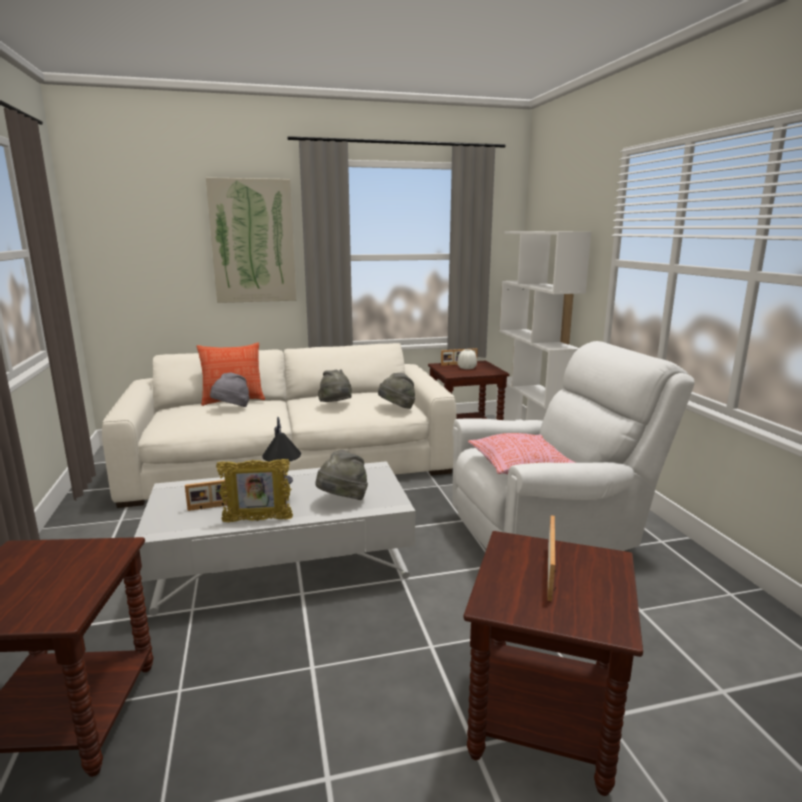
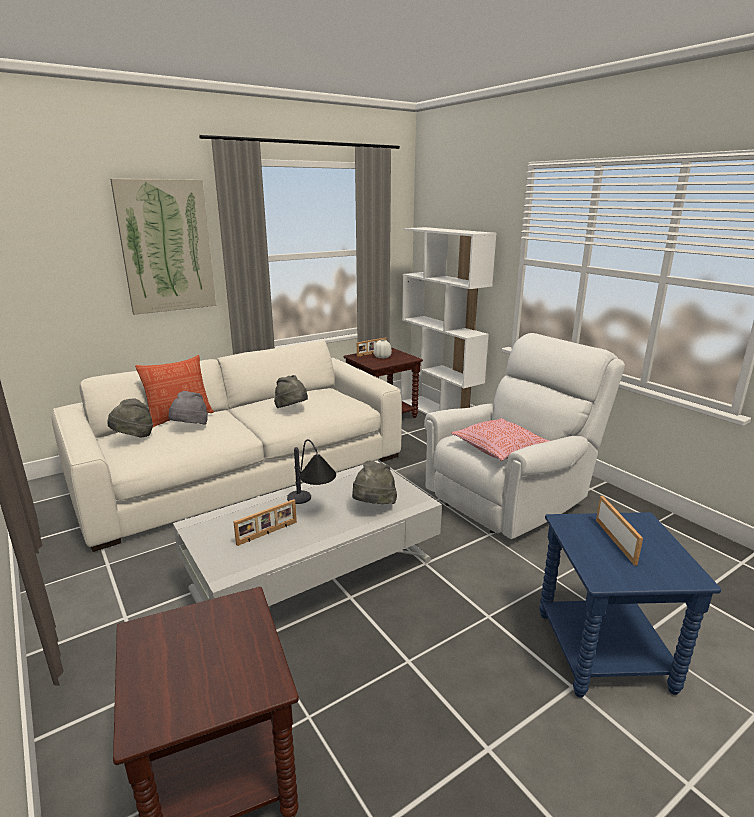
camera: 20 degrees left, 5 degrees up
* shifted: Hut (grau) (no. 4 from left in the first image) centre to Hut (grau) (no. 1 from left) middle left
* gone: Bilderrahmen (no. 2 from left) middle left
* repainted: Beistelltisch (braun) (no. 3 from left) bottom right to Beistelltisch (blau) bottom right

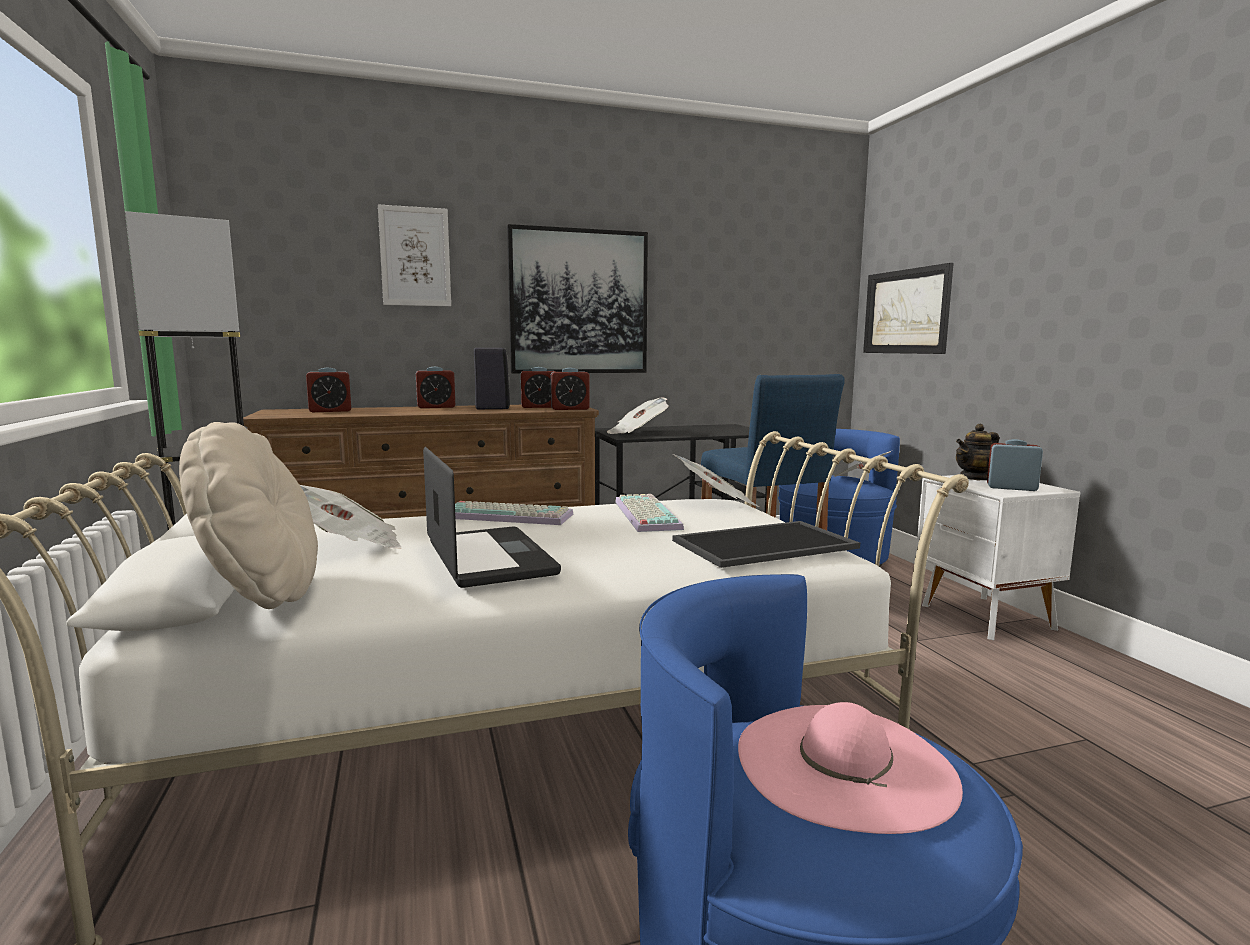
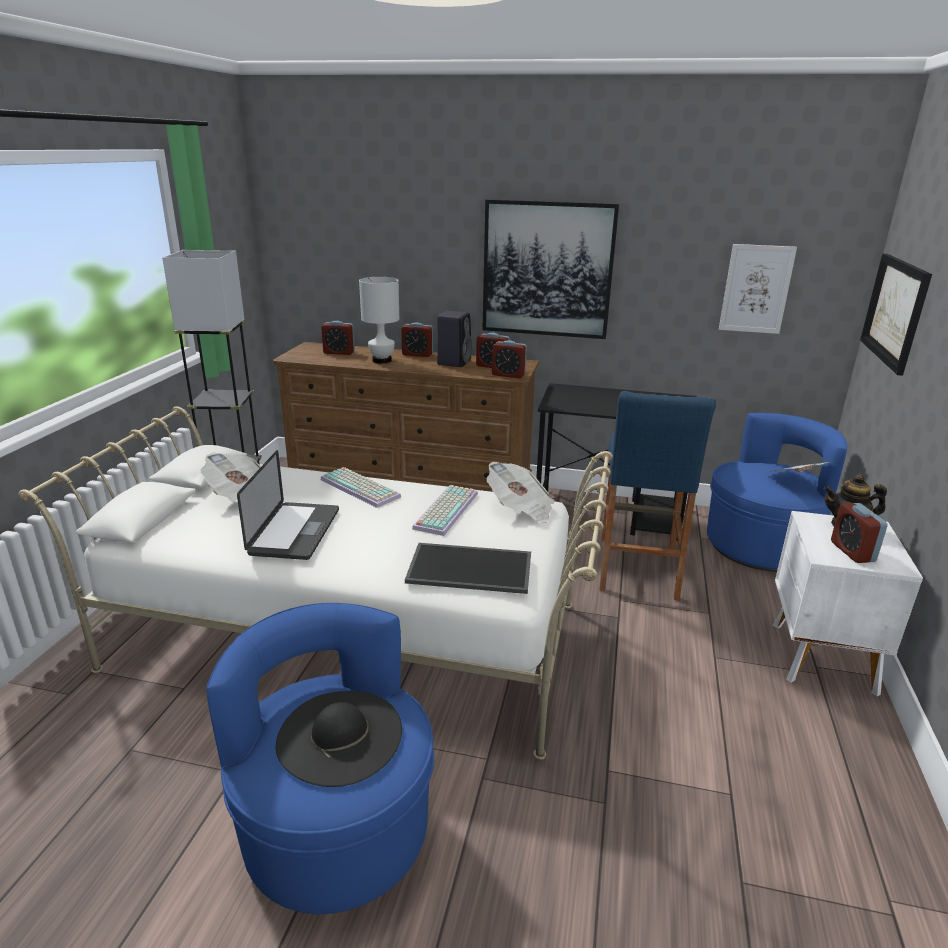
camera: 30 degrees right, 15 degrees up
* shifted: Bild (no. 1 from left in the first image) top left to Bild (no. 2 from left) top right
* gone: Zeitung (no. 2 from left) centre
* gone: Kissen (beige) middle left
* rotated: Wecker (no. 5 from left) middle right = middle right 150 degrees counterclockwise
* repainted: Hut (rosa) bottom right to Hut (schwarz) bottom centre
* new: Tischlampe (weiß) centre

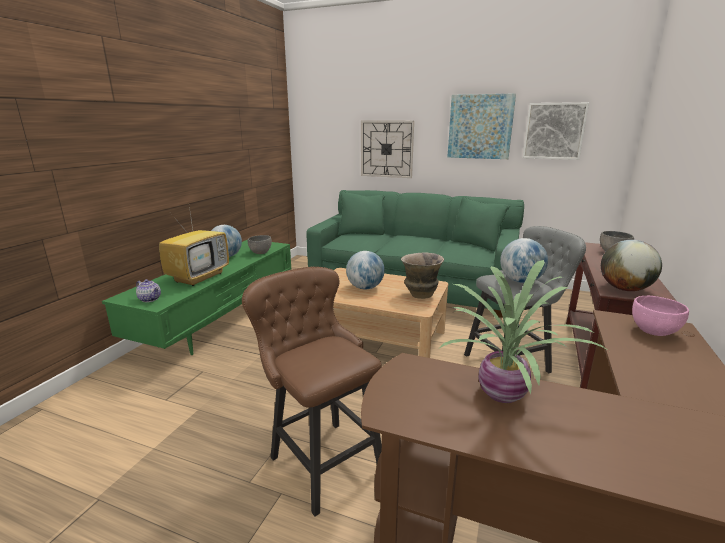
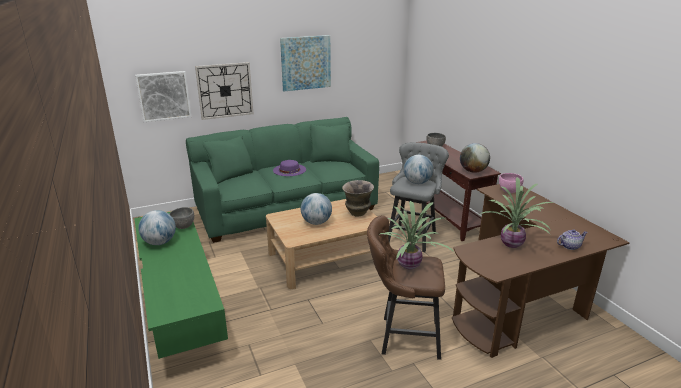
camera: 45 degrees left, 5 degrees up
* shifted: Bild (no. 2 from left in the first image) top right to Bild (no. 1 from left) top left
* gone: Fernseher middle left
* shifted: Teekanne middle left to middle right
* new: Hut (lila) centre
* new: Topfpflanze (no. 1 from left) centre

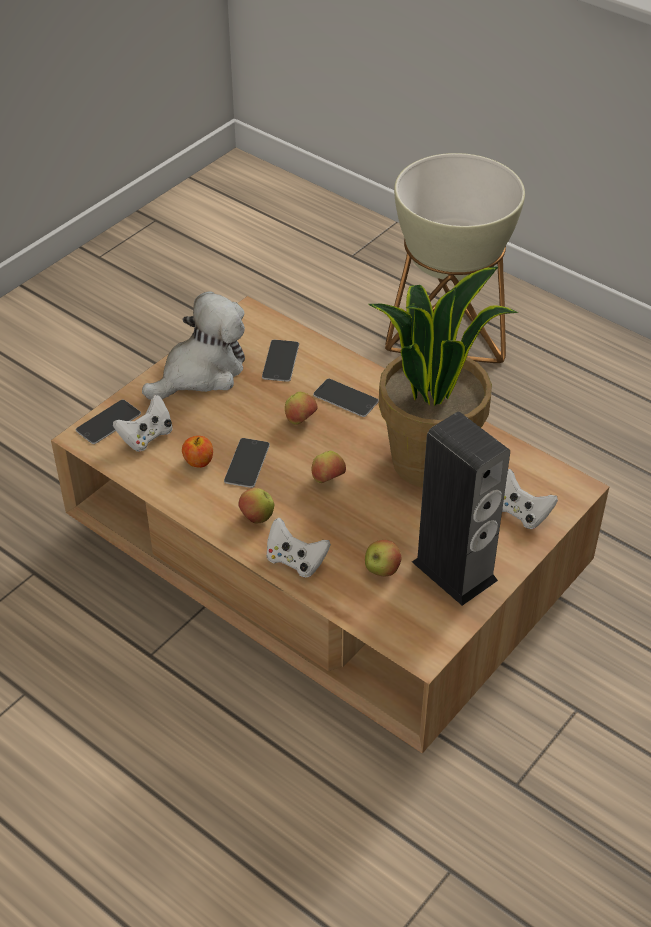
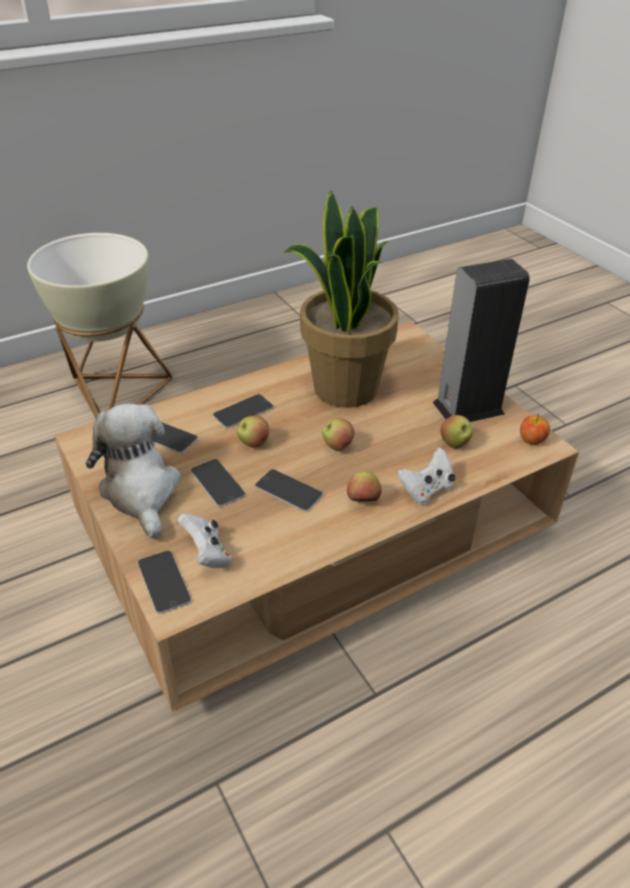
camera: 70 degrees left, 5 degrees down
* shifted: Apfel (no. 1 from left in the first image) middle left to Apfel (no. 5 from left) middle right
* gone: Gamepad (weiß) (no. 3 from left) middle right
* new: Handy (no. 3 from left) centre

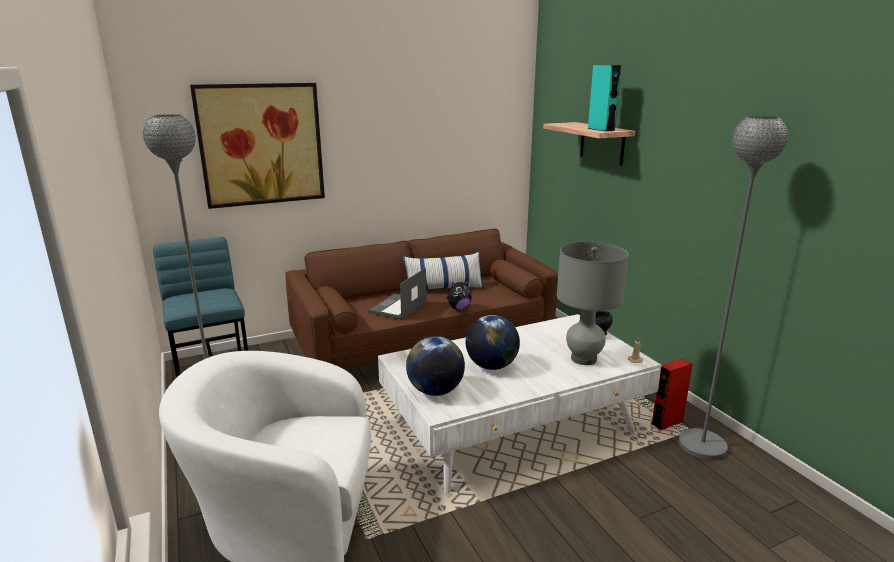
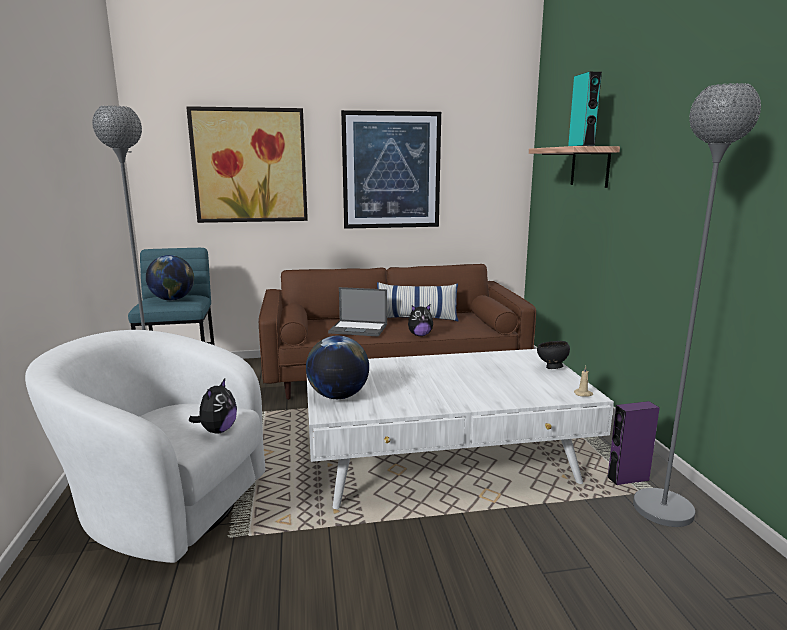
camera: 15 degrees right, 5 degrees down
* gone: Tischlampe (grau) centre
* rotated: Laptop centre = centre 120 degrees counterclockwise
* shifted: Globus (no. 2 from left in the first image) centre to Globus (no. 1 from left) middle left
* repainted: Lautsprecher (rot) bottom right to Lautsprecher (lila) bottom right
* new: Bild (no. 2 from left) top centre
* new: Plüschtier (no. 1 from left) middle left

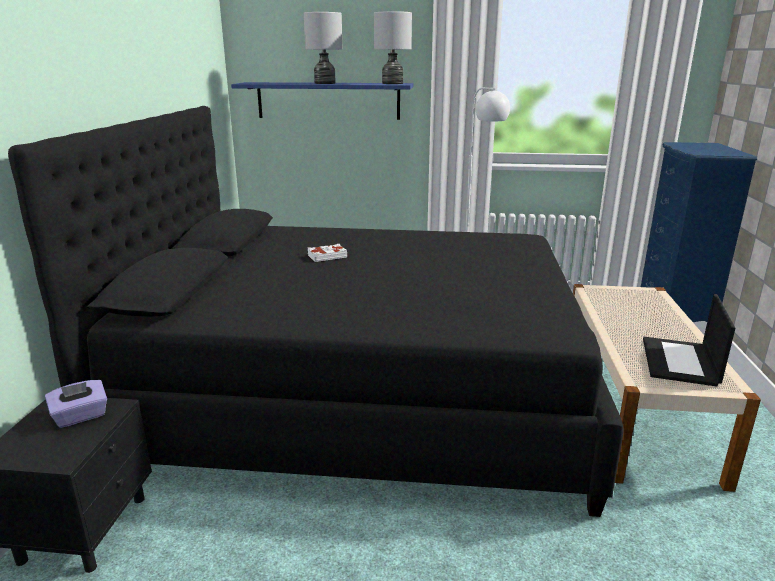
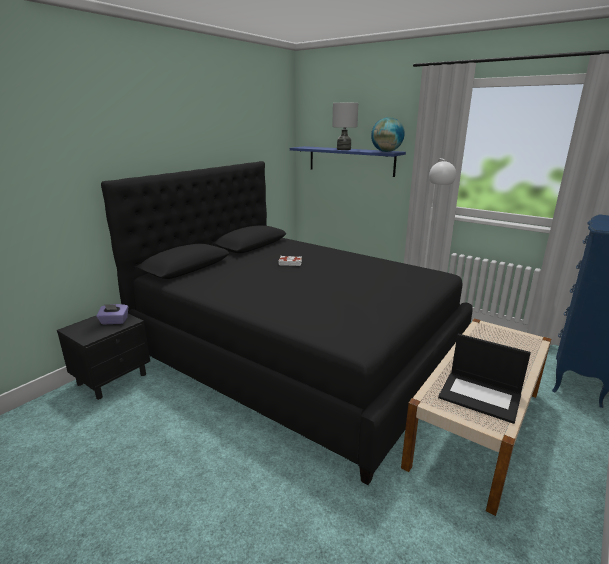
camera: 30 degrees right, 0 degrees up
* swapped: Tischlampe (grau) (no. 2 from left) top centre to Globus top centre
* rotated: Laptop middle right = bottom right 105 degrees counterclockwise

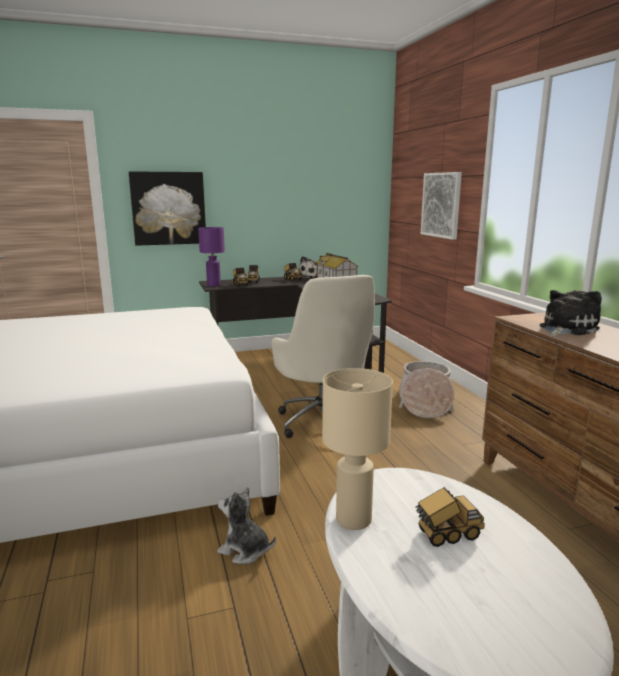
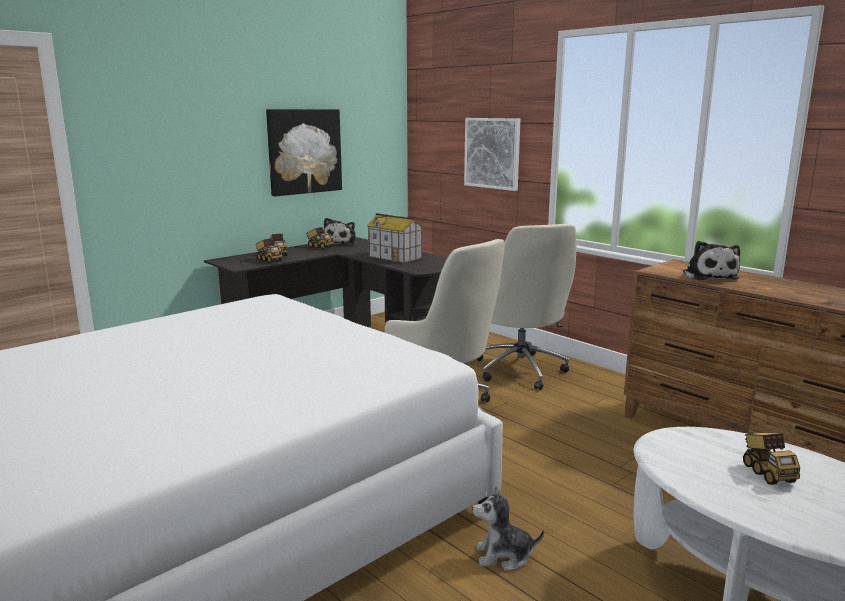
camera: 25 degrees left, 0 degrees up
* shifted: Bild (no. 1 from left) top left to top centre
* gone: Tischlampe (lila) centre
* rotated: Plüschtier (no. 3 from left) middle right = middle right 150 degrees clockwise
* swapped: Korb middle right to Bürostuhl (beige) (no. 2 from left) centre
* gone: Tischlampe (beige) centre
* rotated: Spielzeuglaster (no. 4 from left) bottom right = bottom right 120 degrees clockwise

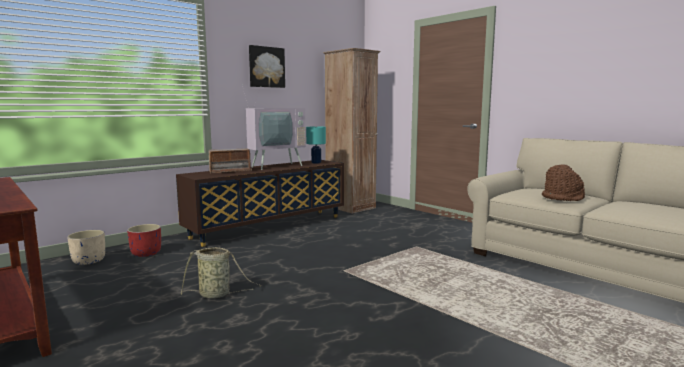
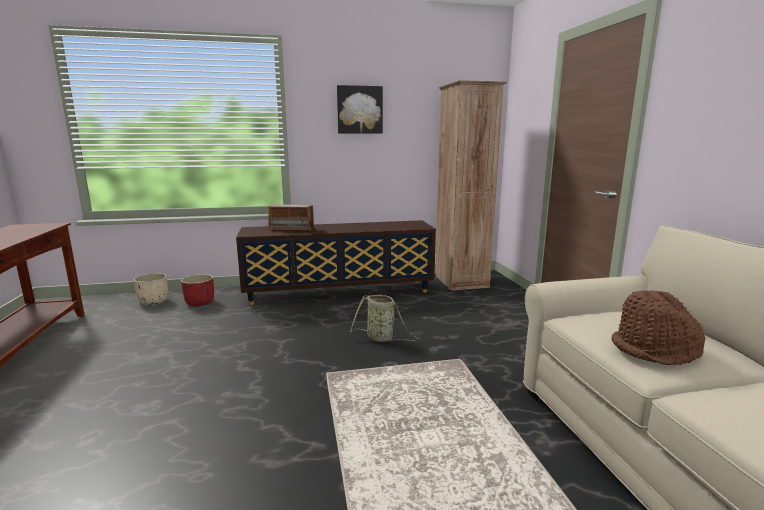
camera: 30 degrees right, 5 degrees up
* gone: Fernseher centre
* gone: Tischlampe (türkis) centre
* shifted: Korb bottom left to centre

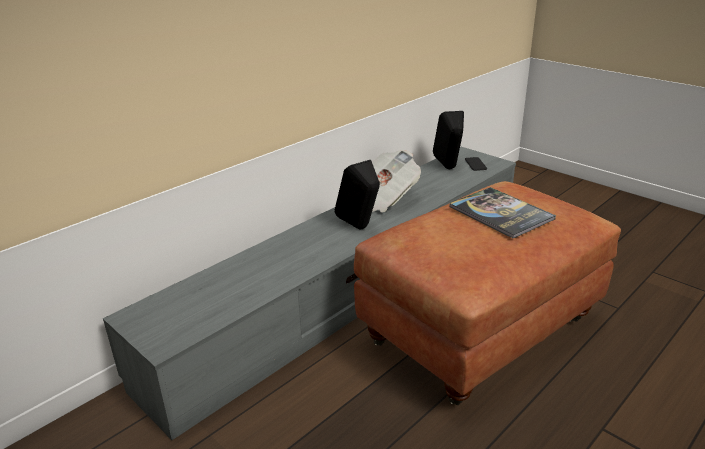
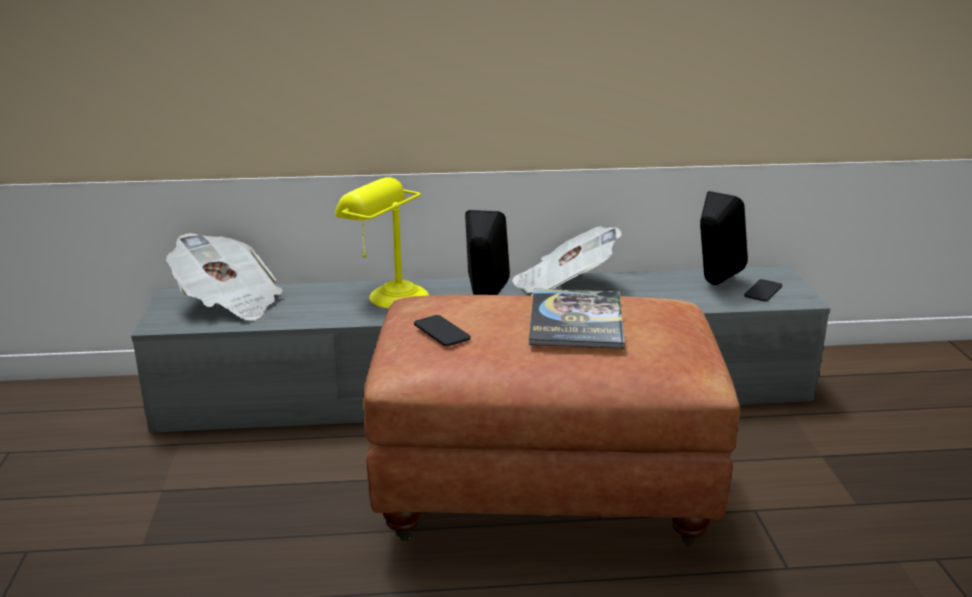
camera: 40 degrees right, 5 degrees down
* new: Tischlampe (gelb) centre
* new: Zeitung (no. 1 from left) middle left
* new: Handy (no. 1 from left) centre

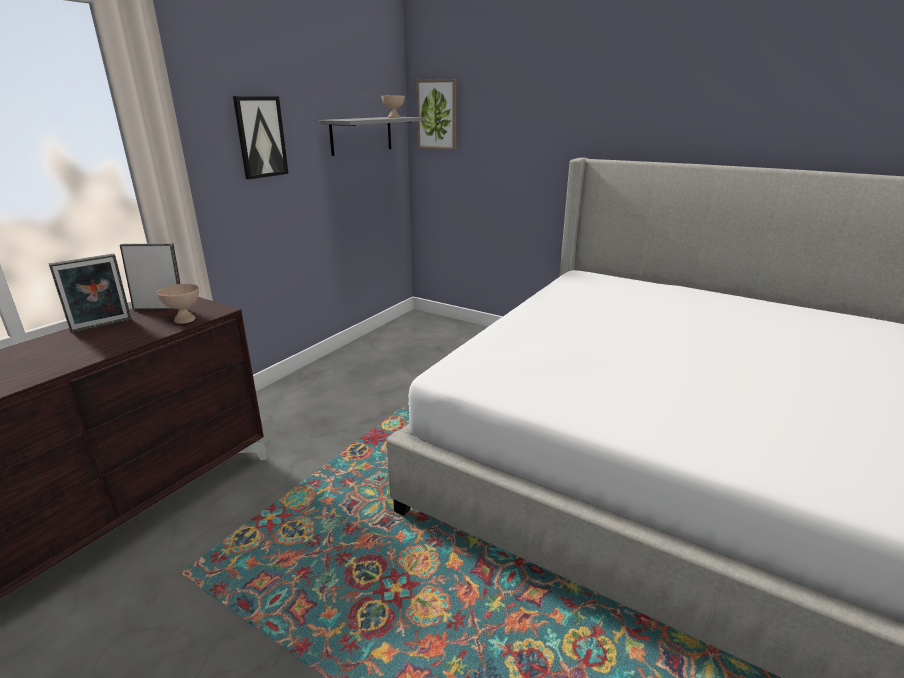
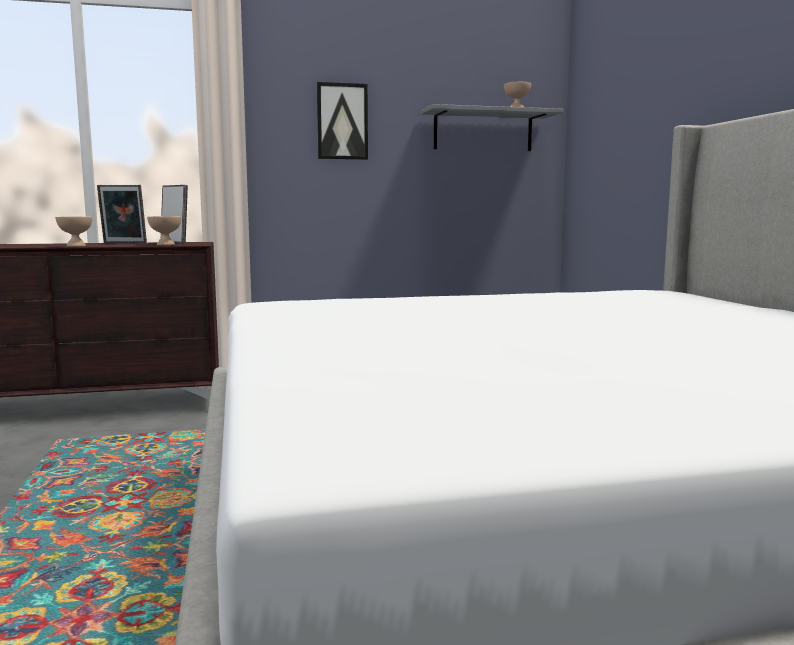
camera: 45 degrees right, 15 degrees down
* gone: Bild (no. 2 from left) top centre
* new: Schüssel (beige) (no. 1 from left) middle left

